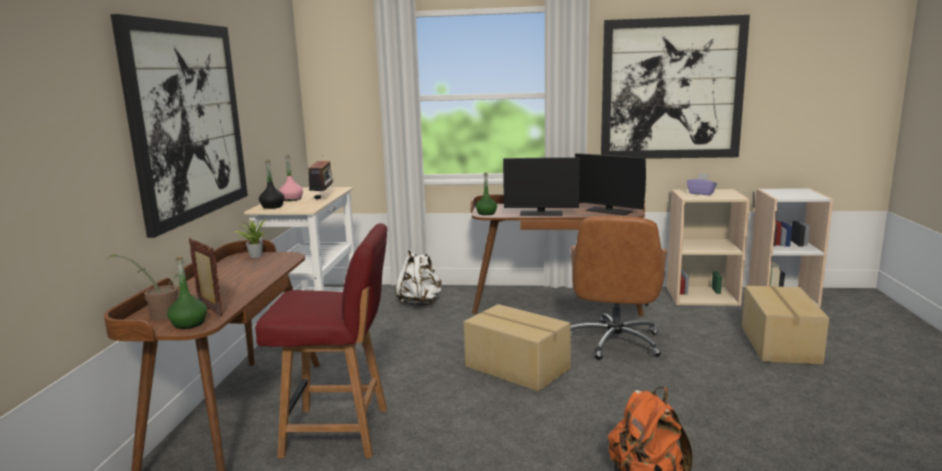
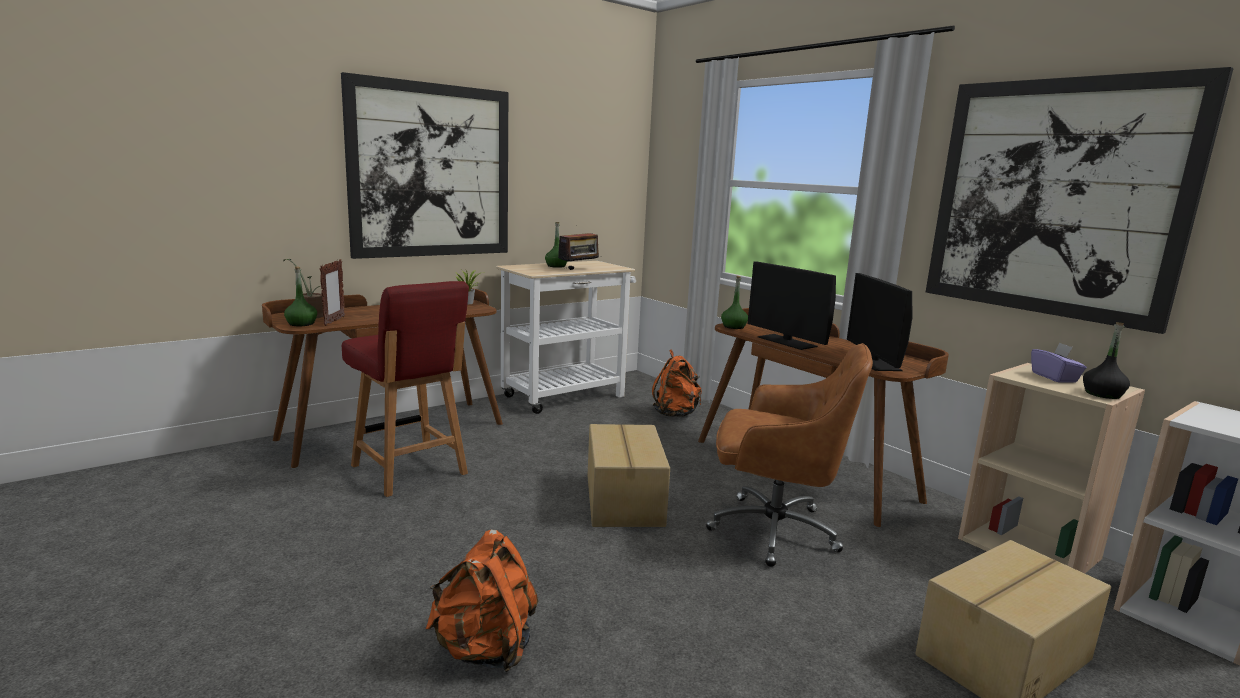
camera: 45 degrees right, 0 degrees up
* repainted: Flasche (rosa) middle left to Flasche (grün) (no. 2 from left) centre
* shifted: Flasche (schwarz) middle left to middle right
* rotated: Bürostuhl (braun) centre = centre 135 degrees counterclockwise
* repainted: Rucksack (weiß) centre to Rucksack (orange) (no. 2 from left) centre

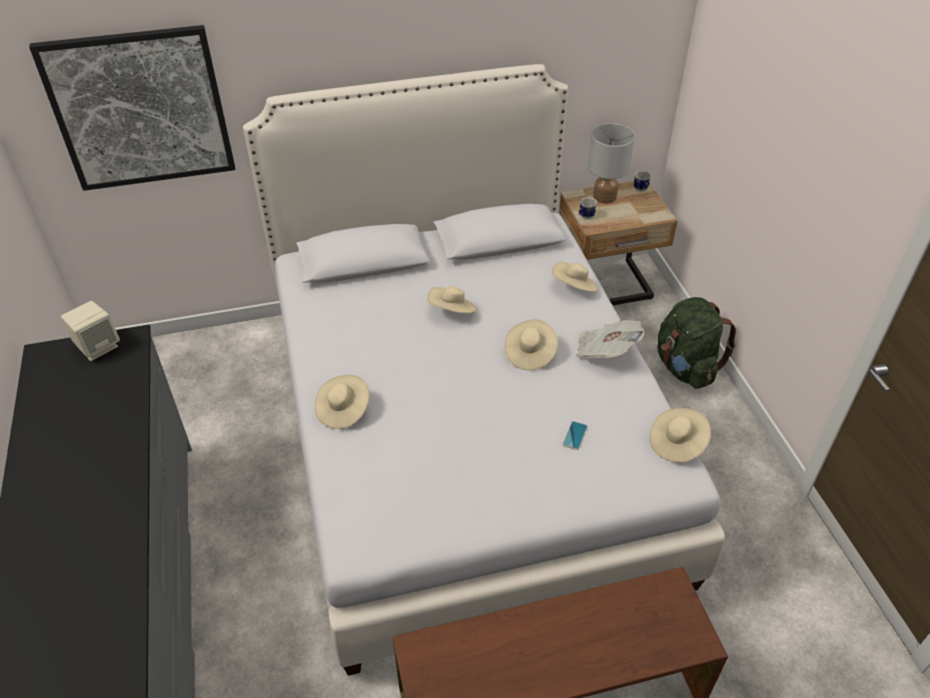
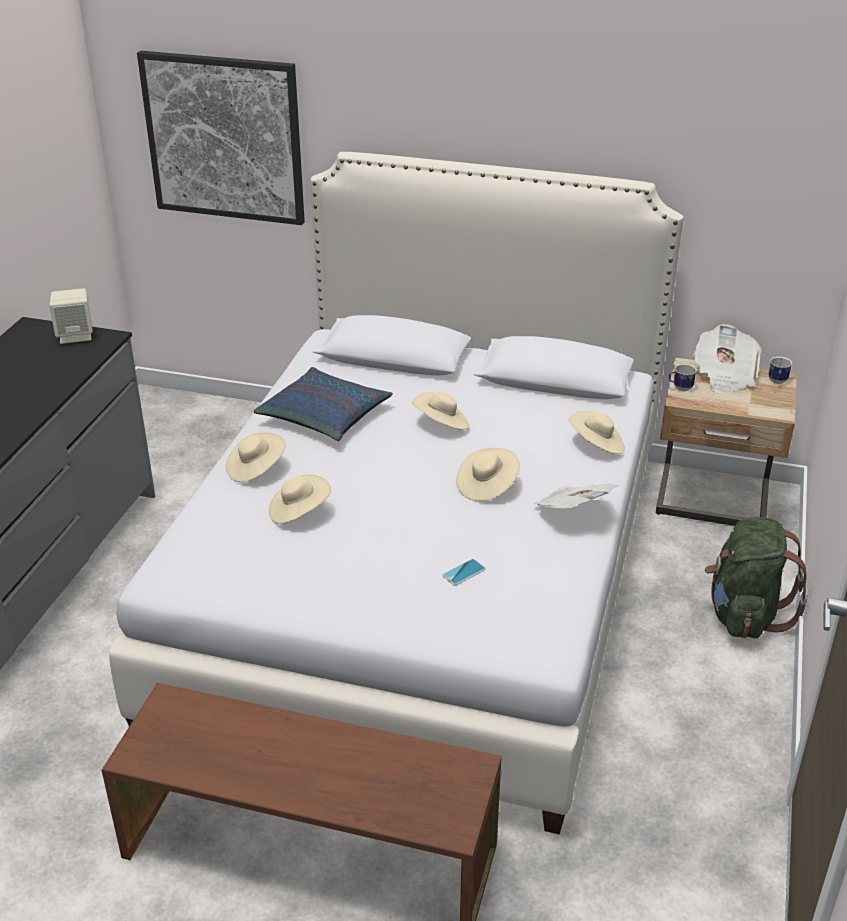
camera: 30 degrees right, 10 degrees down
* swapped: Tischlampe (grau) top centre to Zeitung (no. 2 from left) middle right
* shifted: Hut (beige) (no. 5 from left in the first image) middle right to Hut (beige) (no. 2 from left) centre
* new: Kissen (blau) centre

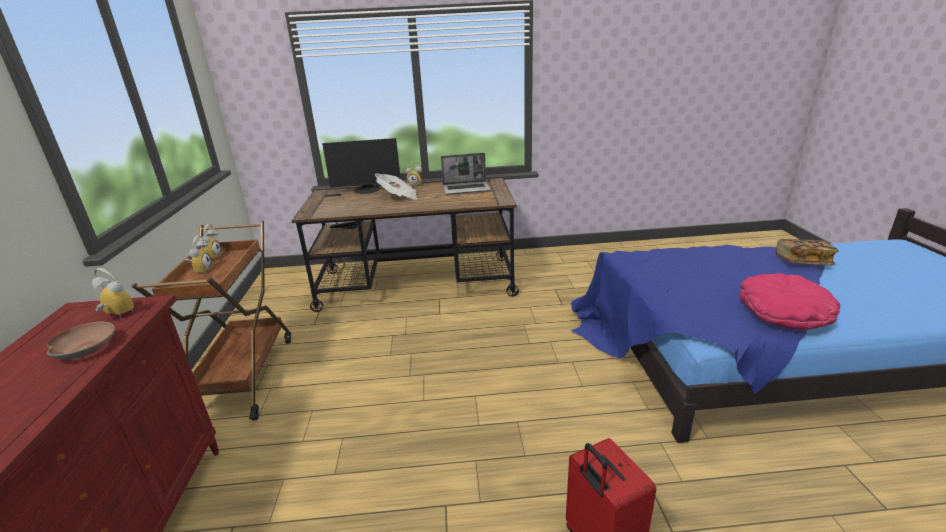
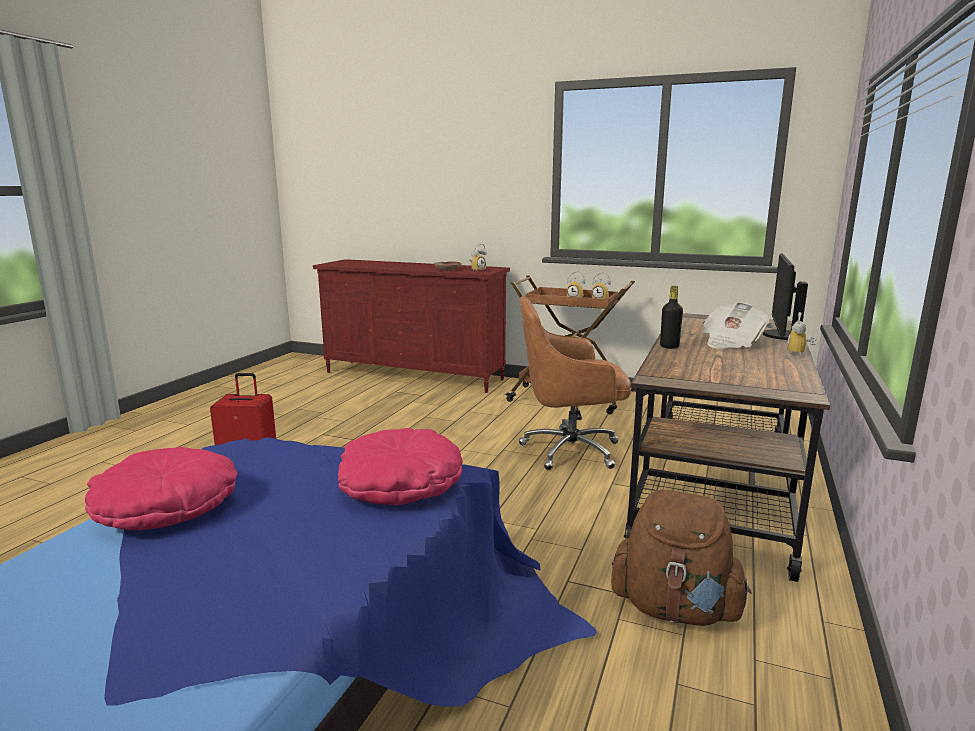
camera: 115 degrees right, 10 degrees down
* gone: Laptop top centre
* gone: Buch middle right
* new: Flasche (schwarz) middle right
* new: Bürostuhl (braun) centre
* new: Kissen (rosa) (no. 2 from left) centre
* new: Rucksack (braun) bottom right

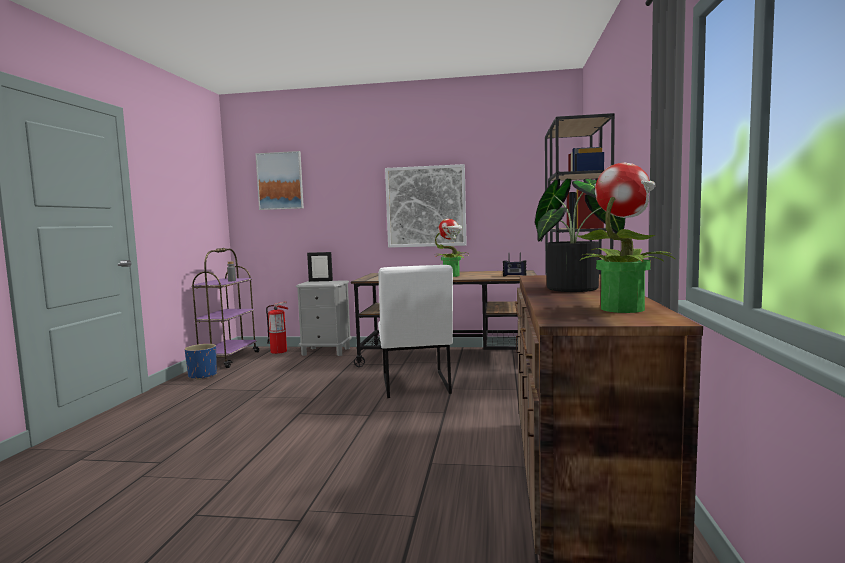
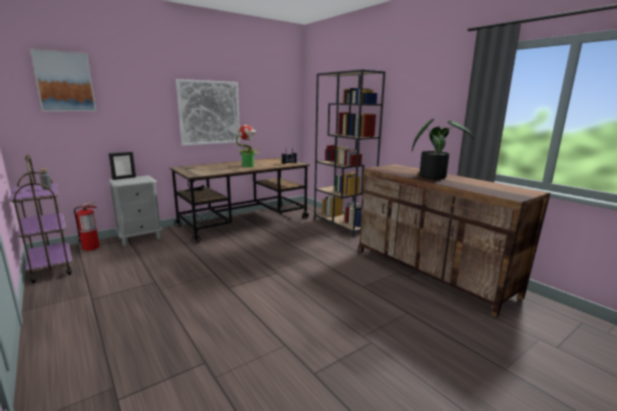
camera: 45 degrees left, 10 degrees up
* gone: Topfpflanze (no. 3 from left) middle right
* gone: Stuhl (weiß) centre
* gone: Pflanzkübel (blau) middle left

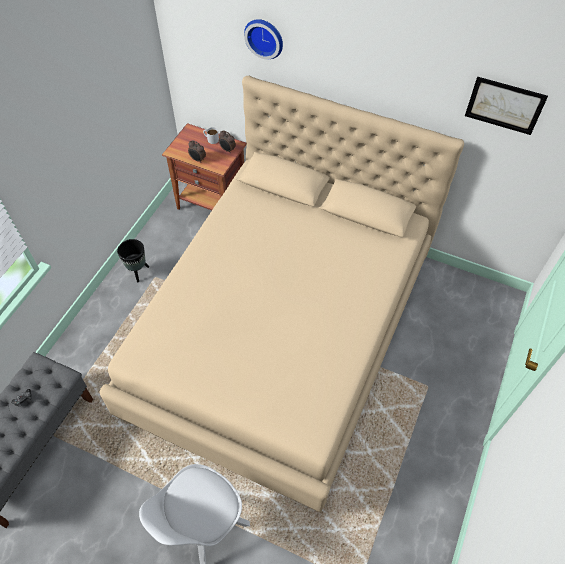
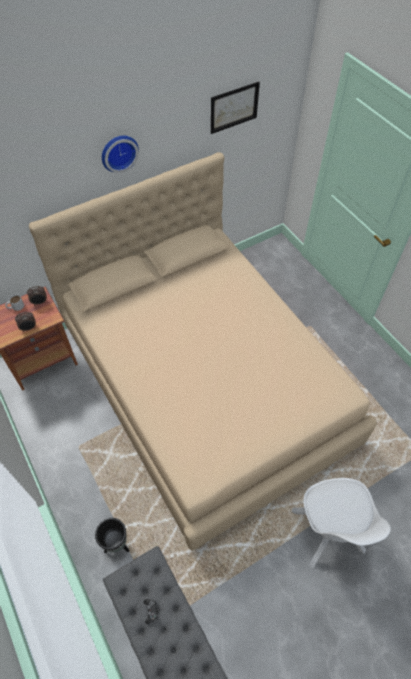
camera: 55 degrees left, 0 degrees up
* shifted: Wanduhr top centre to top left
* shifted: Pflanzkübel (schwarz) middle left to bottom left

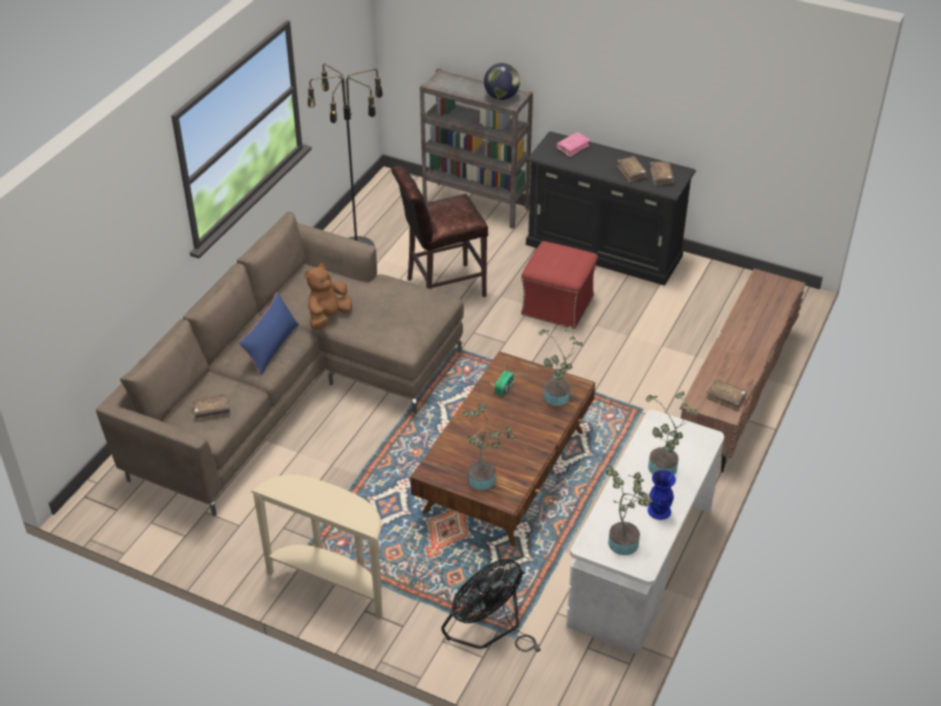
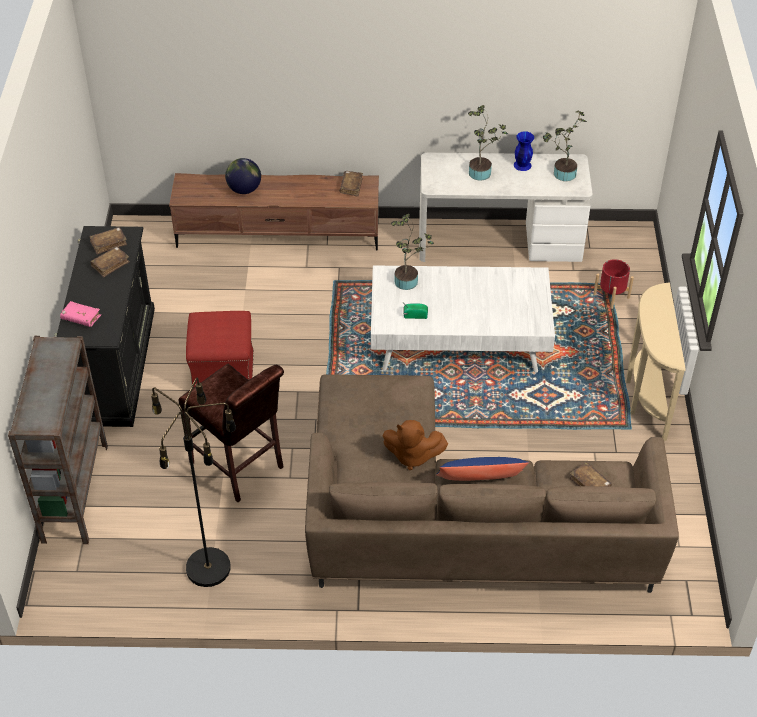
camera: 115 degrees left, 5 degrees up
* shifted: Globus top centre to top left
* repainted: Couchtisch (braun) centre to Couchtisch (weiß) centre
* gone: Topfpflanze (no. 1 from left) centre
* swapped: Ventilator (schwarz) bottom centre to Pflanzkübel (rot) middle right

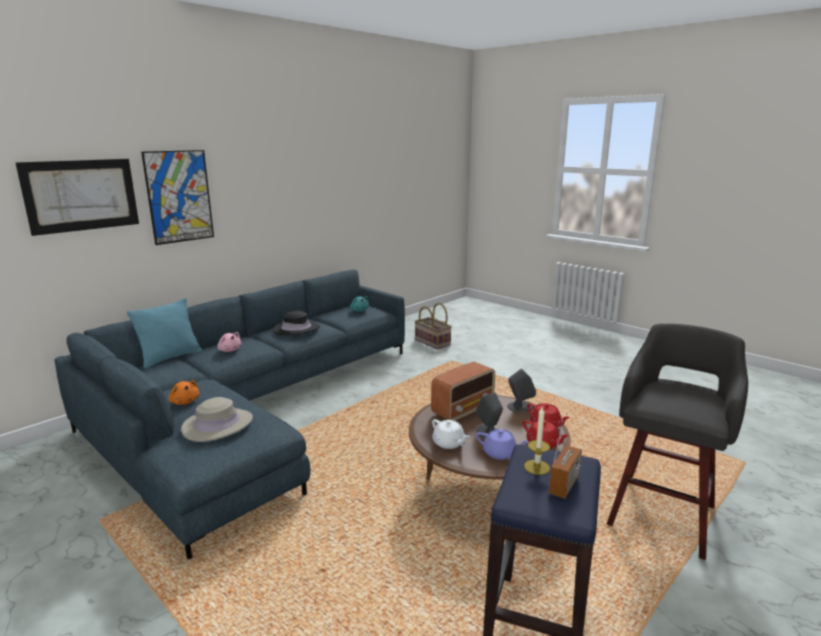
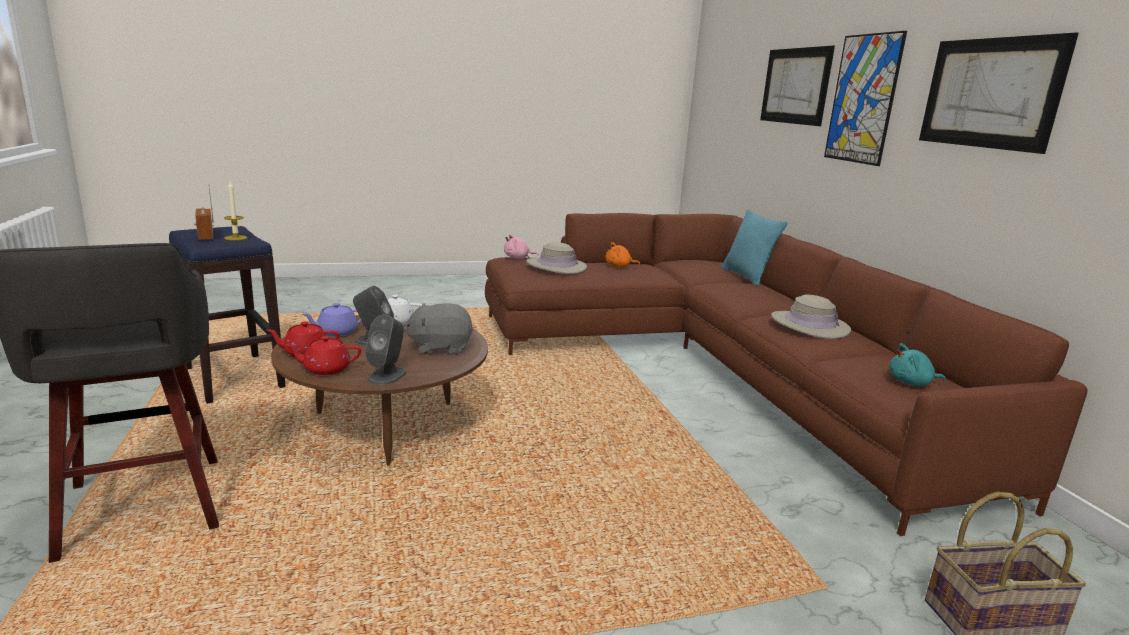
camera: 120 degrees right, 0 degrees up
* repainted: Sofa (blau) middle left to Sofa (braun) middle right
* repainted: Hut (schwarz) centre to Hut (beige) (no. 2 from left) middle right
* shifted: Plüschtier (rosa) middle left to centre
* swapped: Radio (no. 1 from left) centre to Plüschtier (grau) centre
* new: Bild (no. 3 from left) top right

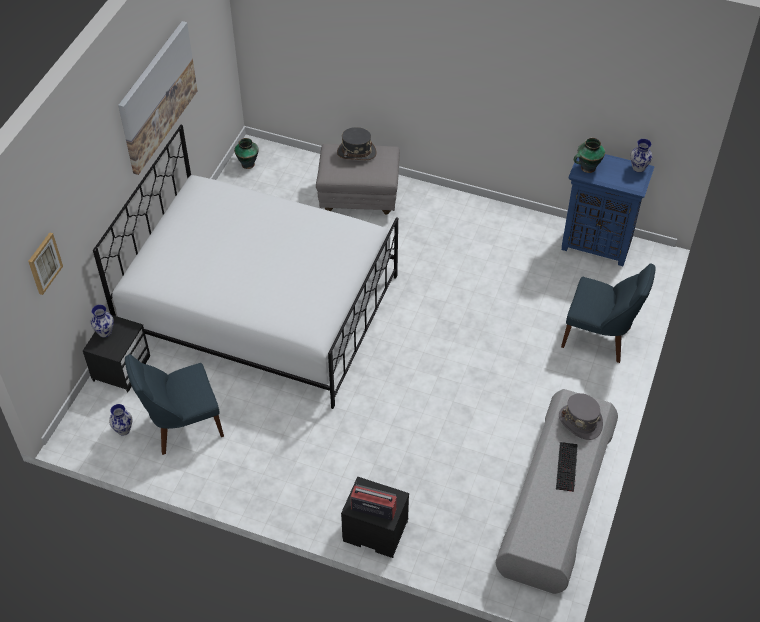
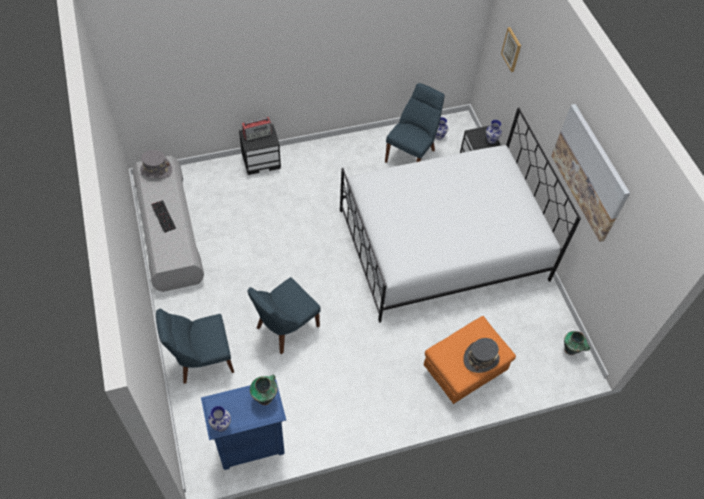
camera: 140 degrees right, 5 degrees up
* repainted: Polsterhocker (grau) top centre to Polsterhocker (orange) bottom right
* shifted: Hut (grau) (no. 2 from left in the first image) bottom right to Hut (grau) (no. 1 from left) top left
* new: Stuhl (blau) (no. 2 from left) centre

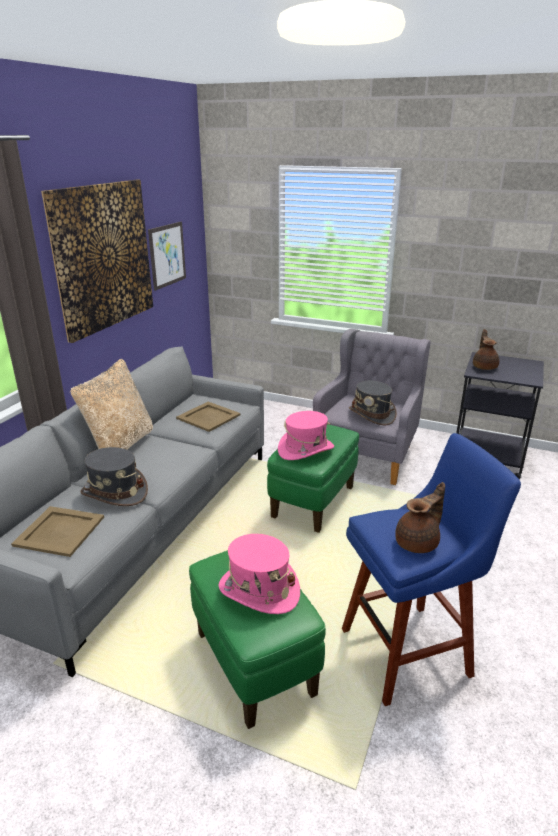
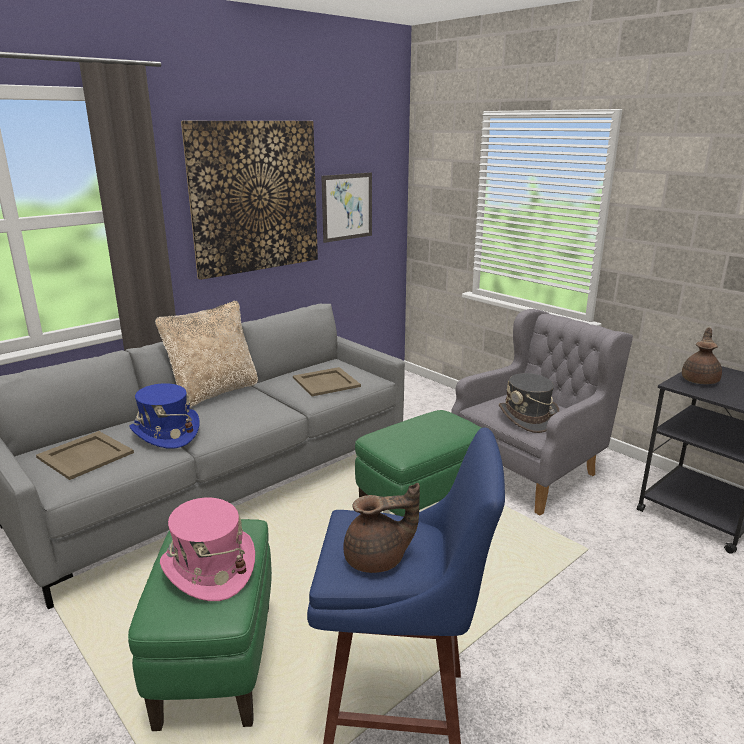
camera: 25 degrees right, 5 degrees down
* gone: Hut (rosa) (no. 2 from left) centre
* repainted: Hut (grau) (no. 1 from left) middle left to Hut (blau) middle left

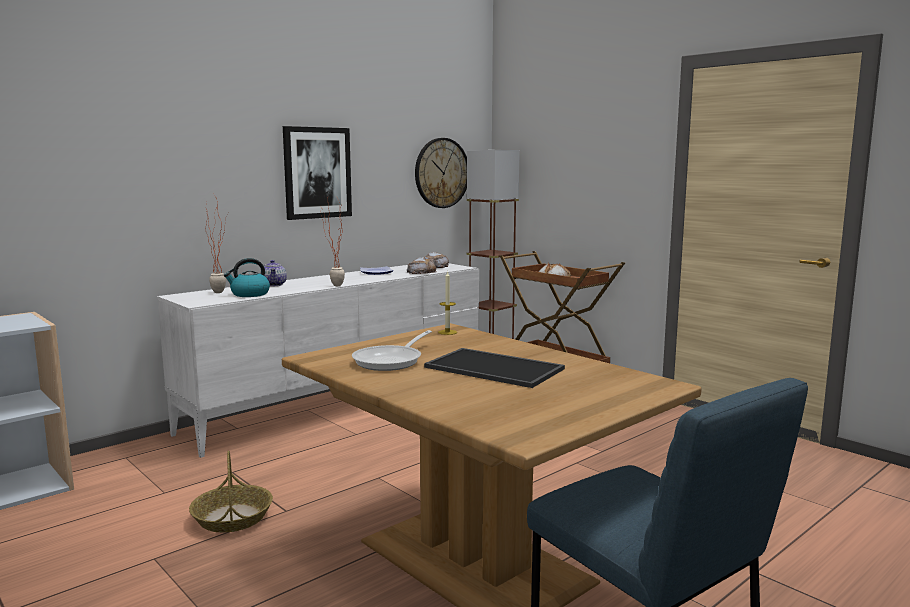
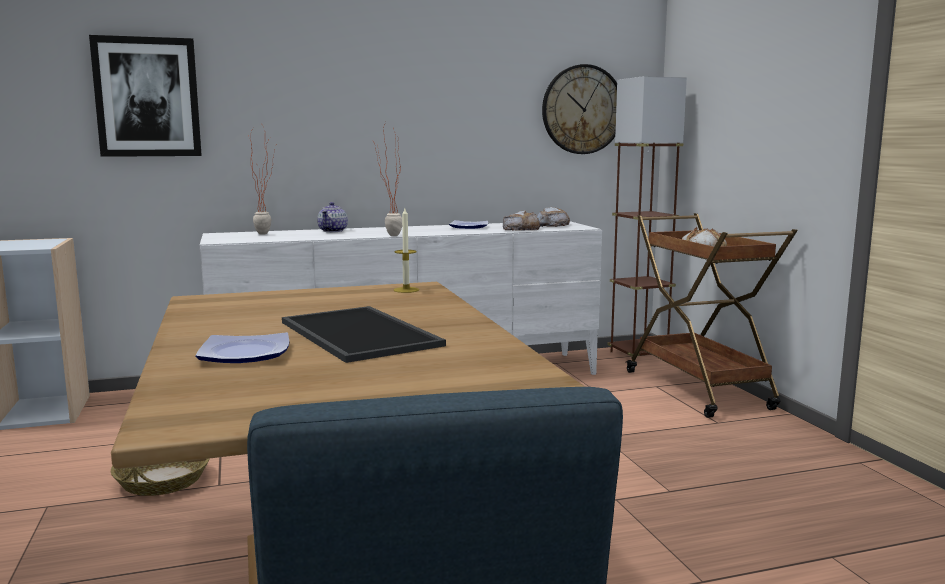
camera: 25 degrees right, 0 degrees up
* shifted: Bild top centre to top left
* gone: Wasserkessel middle left
* gone: Pfanne centre
* new: Teller (no. 1 from left) middle left

